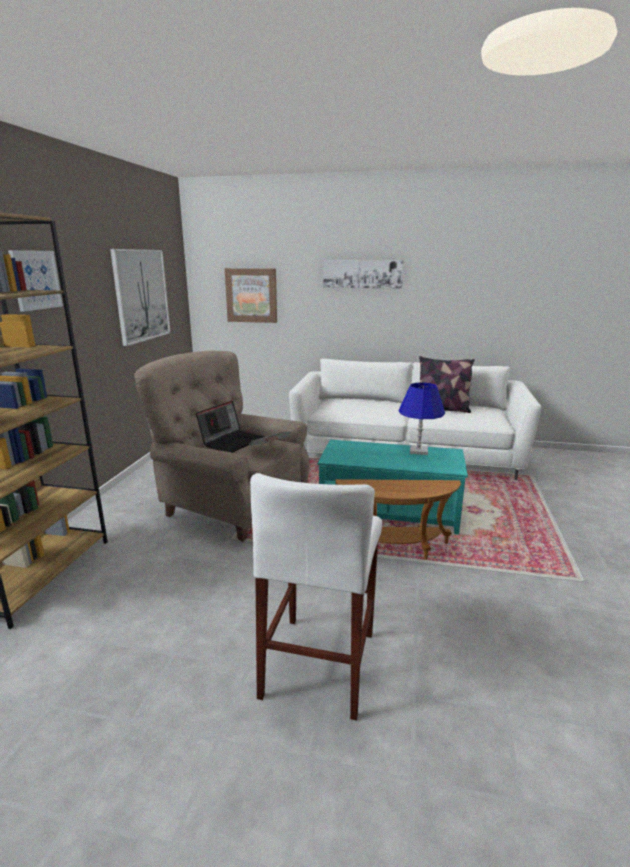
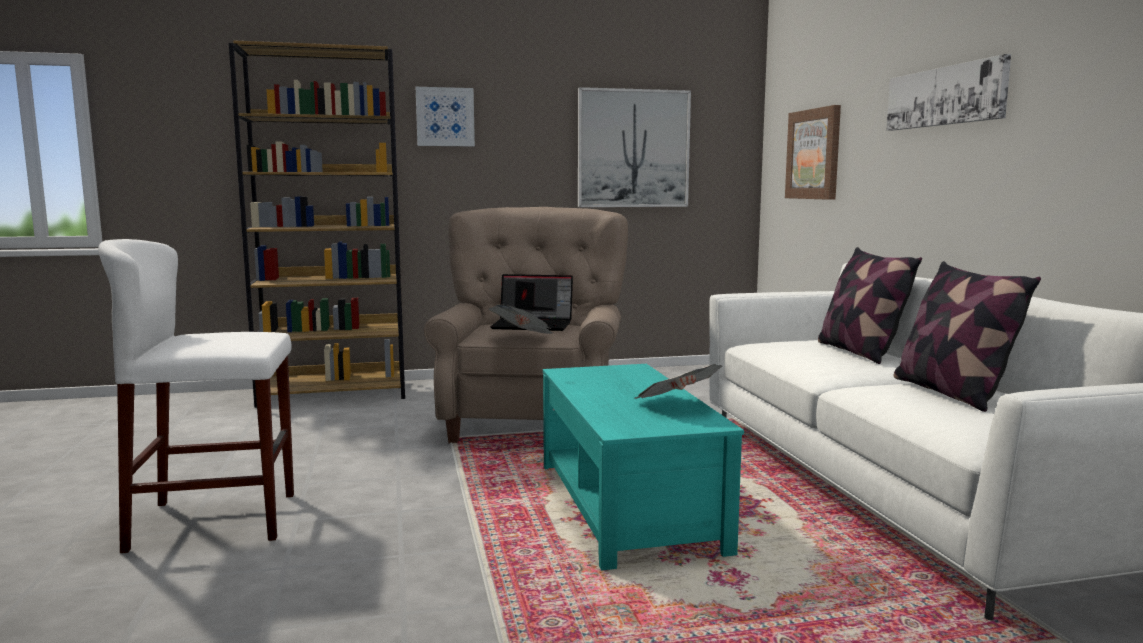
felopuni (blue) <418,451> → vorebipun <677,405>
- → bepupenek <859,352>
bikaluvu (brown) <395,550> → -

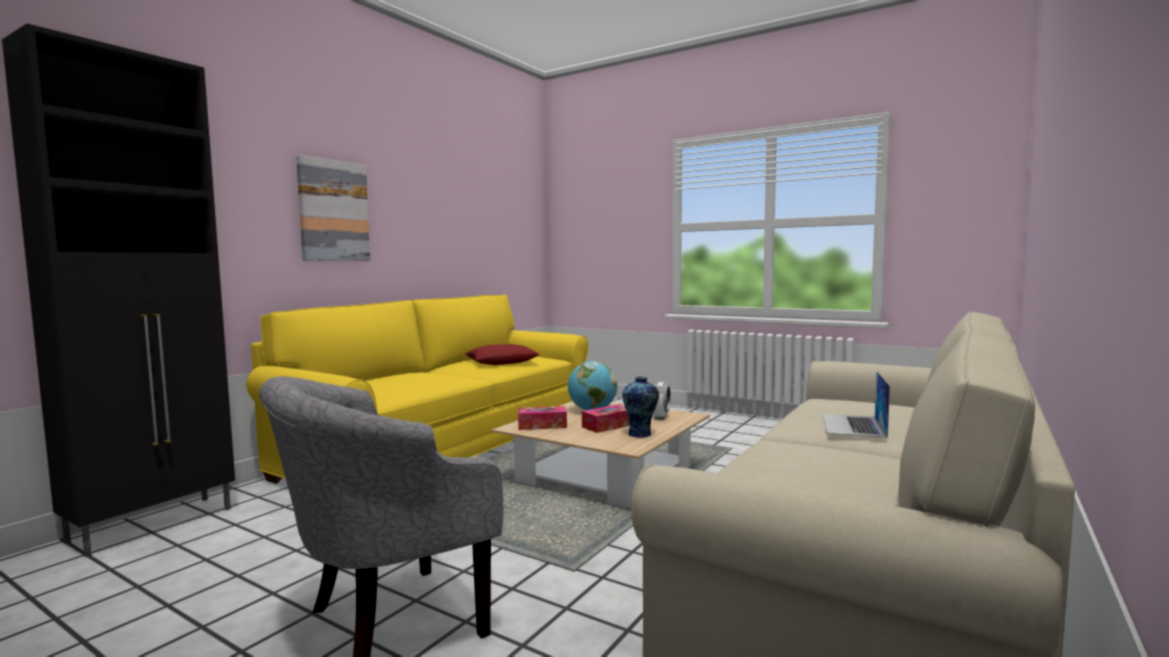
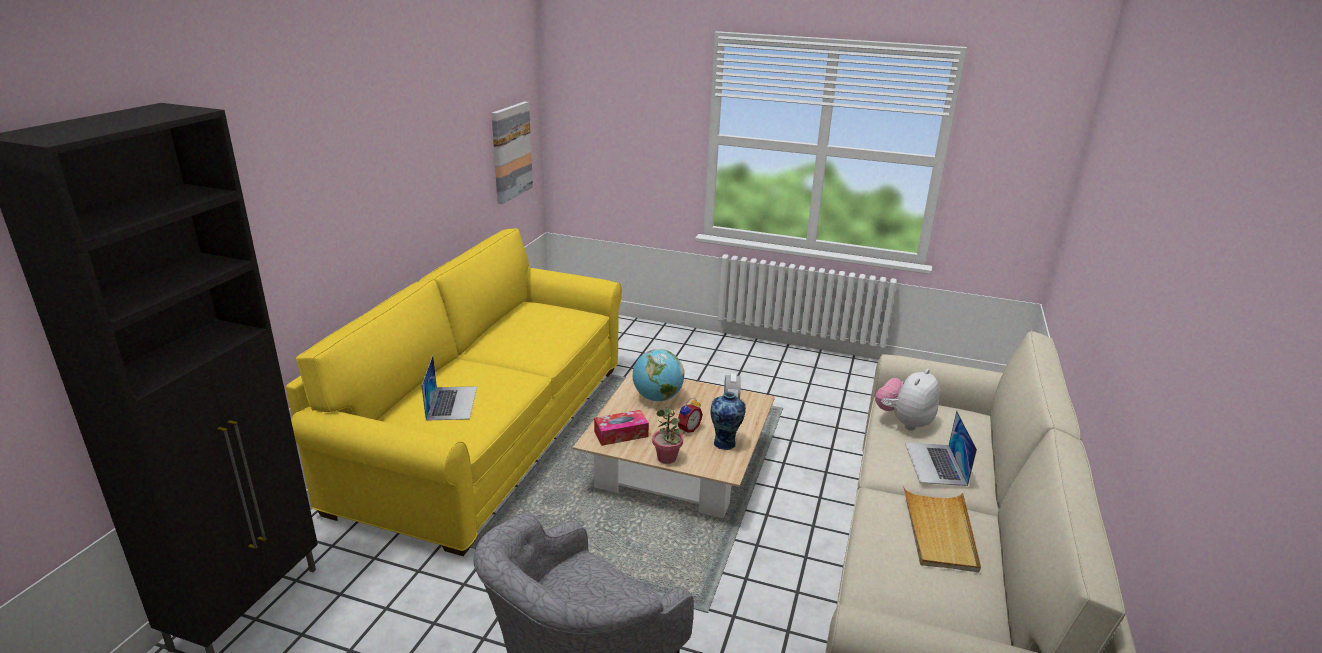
- → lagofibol <452,402>
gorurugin <333,211> → gorurugin <511,151>, moved
- → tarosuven <667,458>
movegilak <608,426> → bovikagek <687,429>
- → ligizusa <904,422>
- → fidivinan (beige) <939,532>
bepupenek (red) <501,362> → -

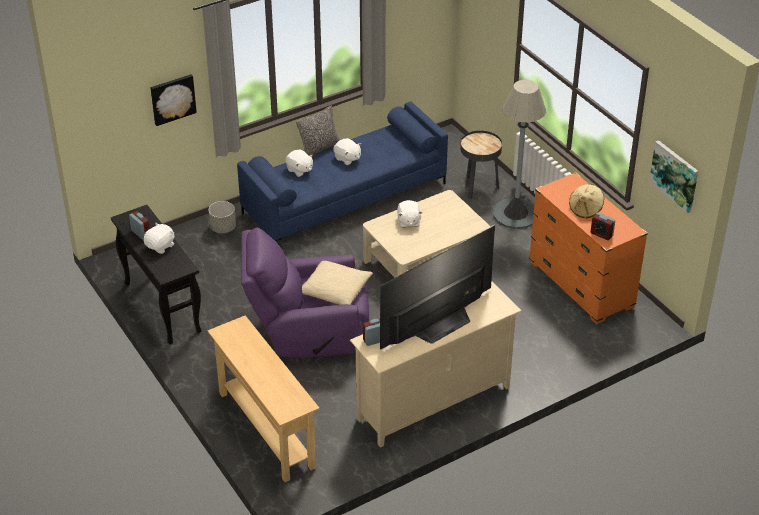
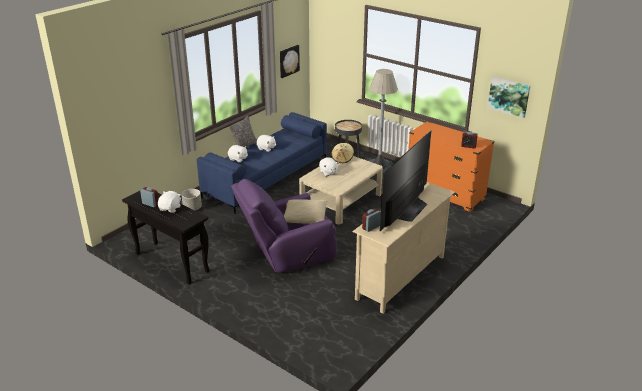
gorurugin <172,99> → gorurugin <288,61>, moved
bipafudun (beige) <585,209> → bipafudun (beige) <342,159>, moved
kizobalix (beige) <266,430> → -

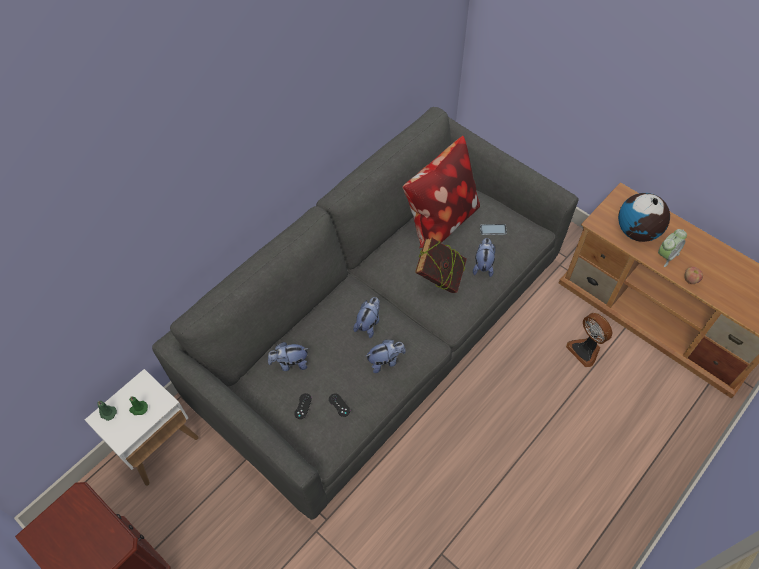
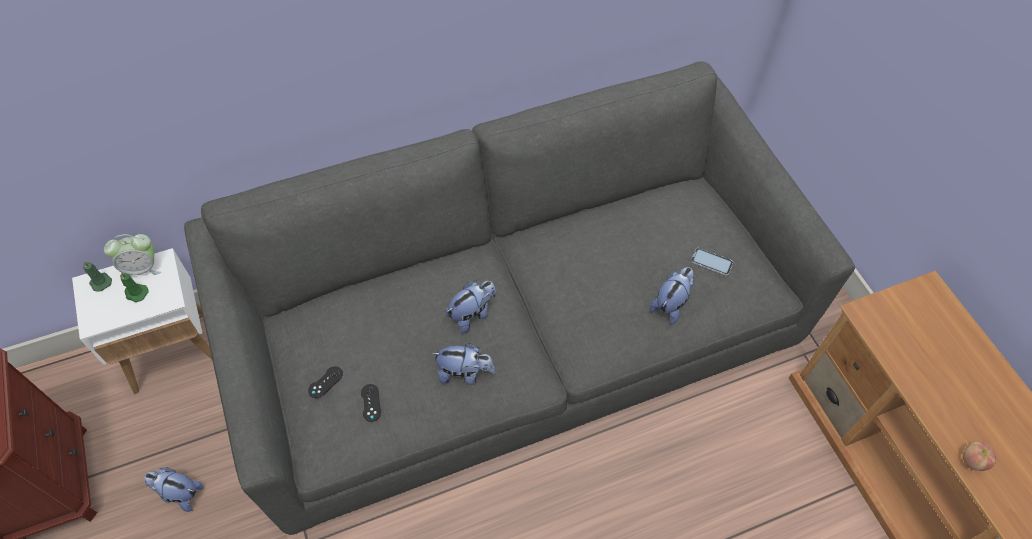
bovikagek <666,256> → bovikagek <142,268>, moved
ligizusa <290,363> → ligizusa <179,494>, moved
bepupenek <440,219> → -
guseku <439,279> → -
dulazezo <585,350> → -
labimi <637,232> → -

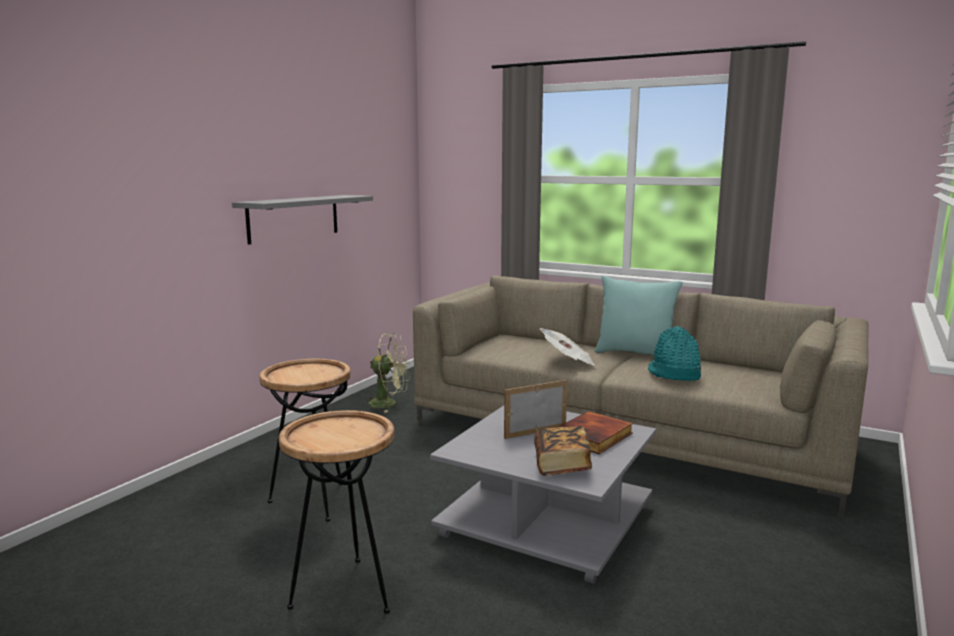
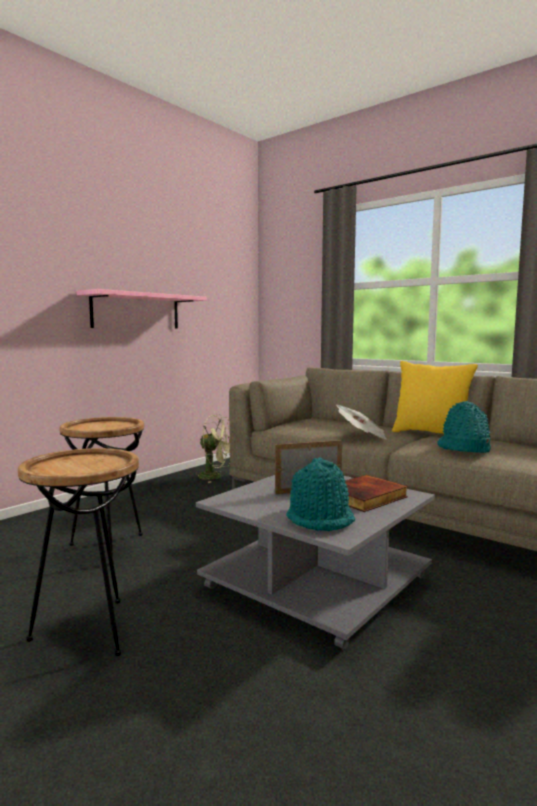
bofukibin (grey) <294,218> → bofukibin (pink) <136,311>
guseku <562,465> → bipafudun (turquoise) <320,518>
bepupenek (turquoise) <635,353> → bepupenek (yellow) <431,434>

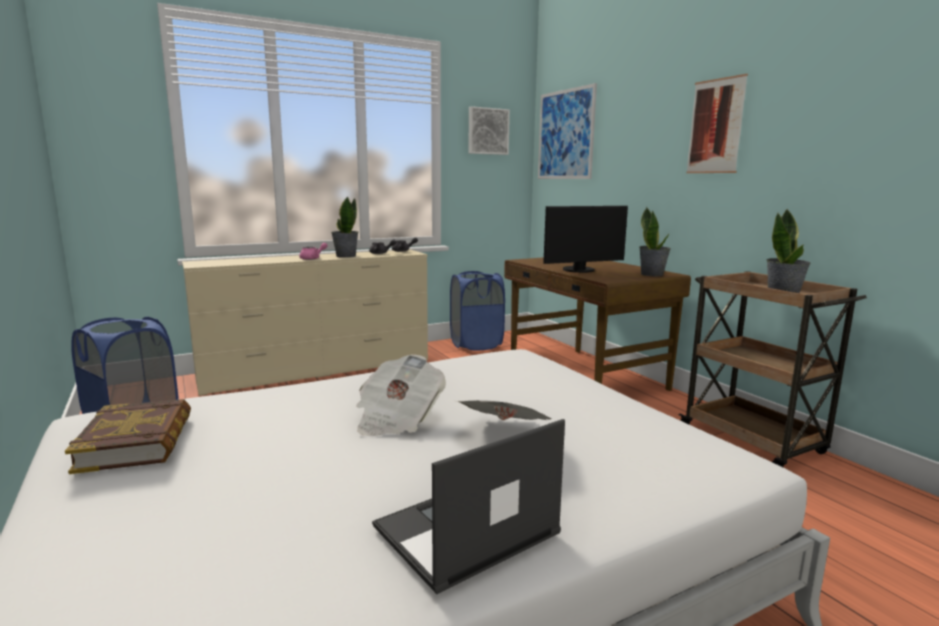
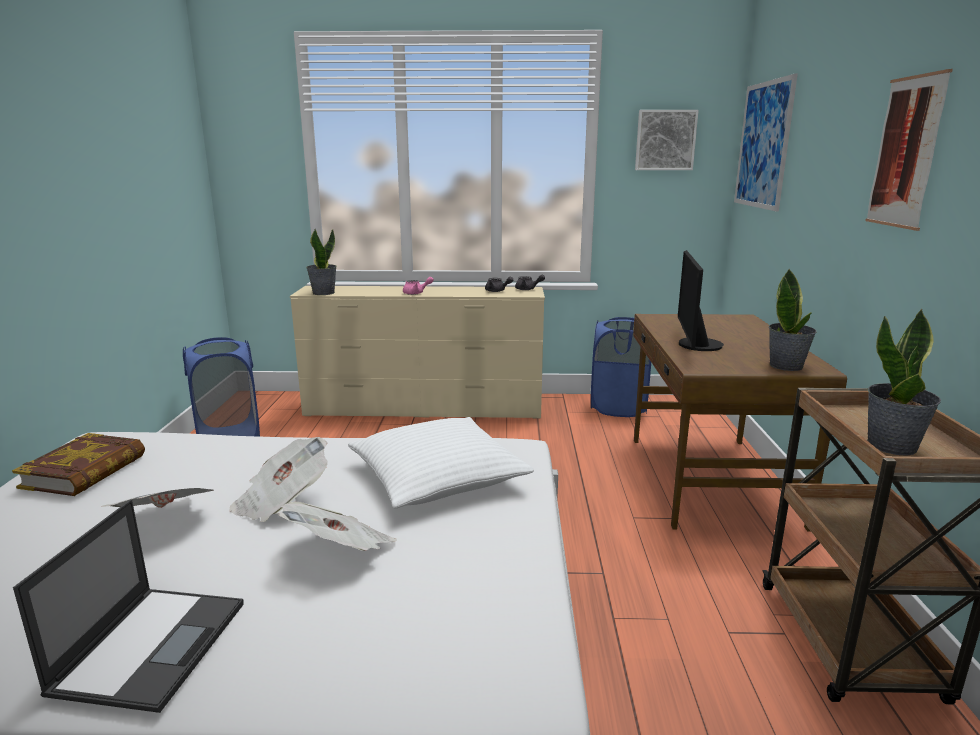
lagofibol <464,531> → lagofibol <152,644>, 105 degrees clockwise
- → vorebipun <166,521>
tarosuven <345,256> → tarosuven <323,293>, moved
- → bepupenek (white) <437,477>
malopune <580,270> → malopune <695,345>, 90 degrees clockwise

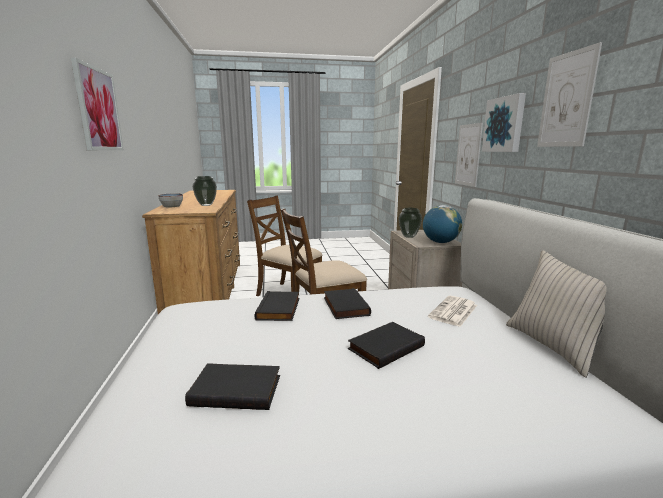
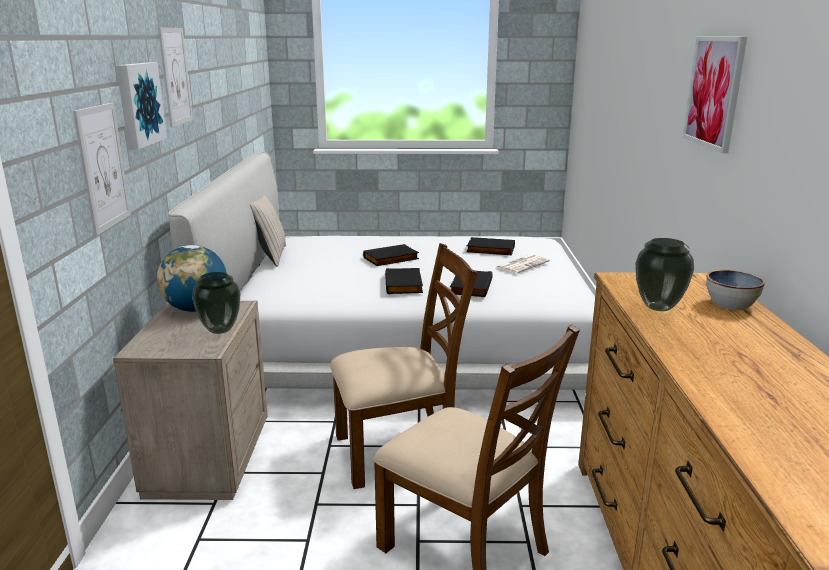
vorebipun <453,312> → vorebipun <522,265>, moved

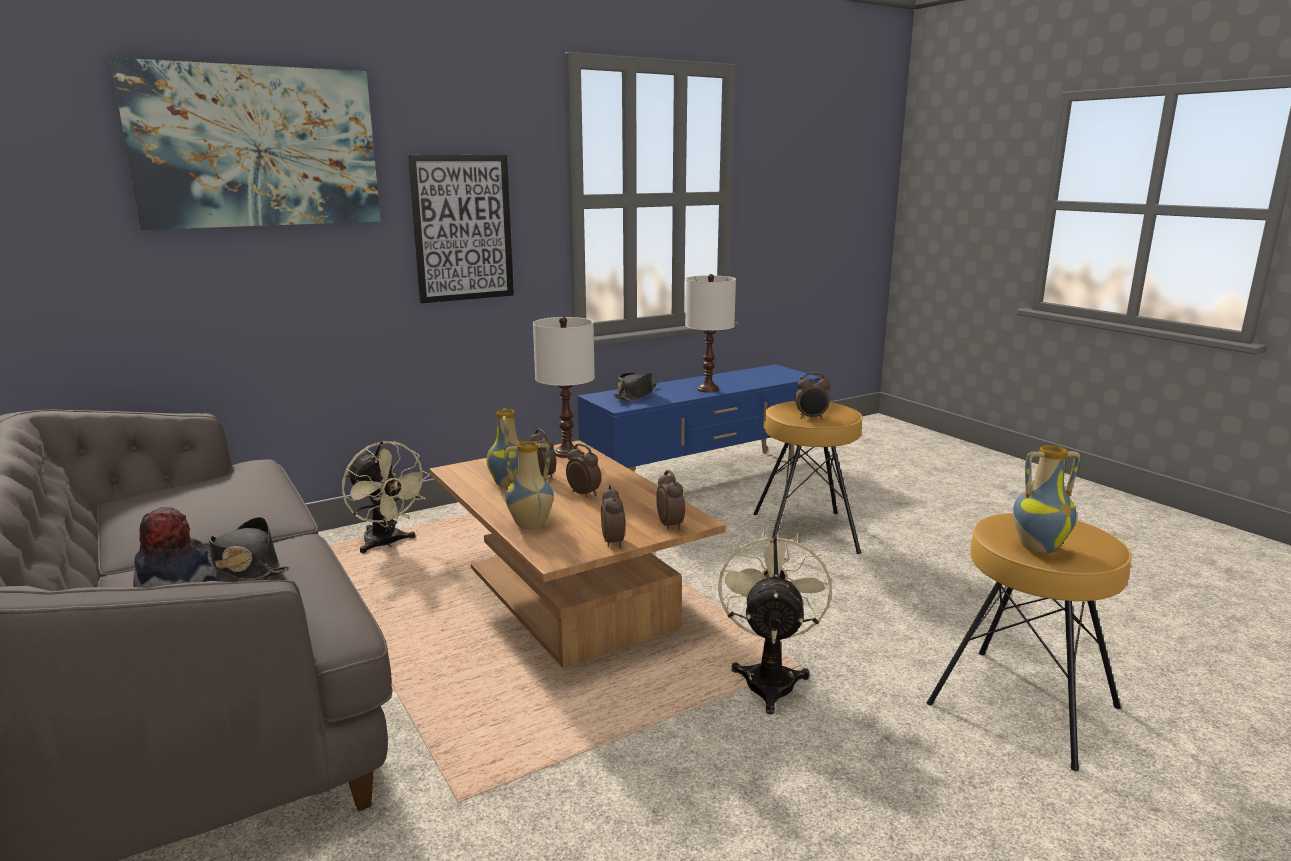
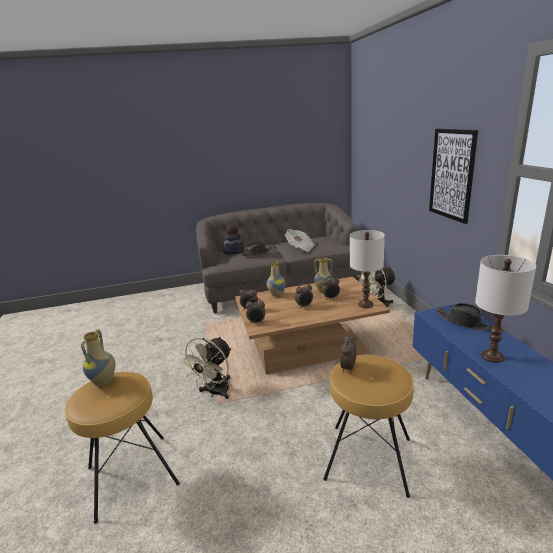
dulazezo (beige) <770,677> → dulazezo (beige) <215,393>, 90 degrees clockwise
- → vorebipun <300,247>
gorurugin <256,147> → -

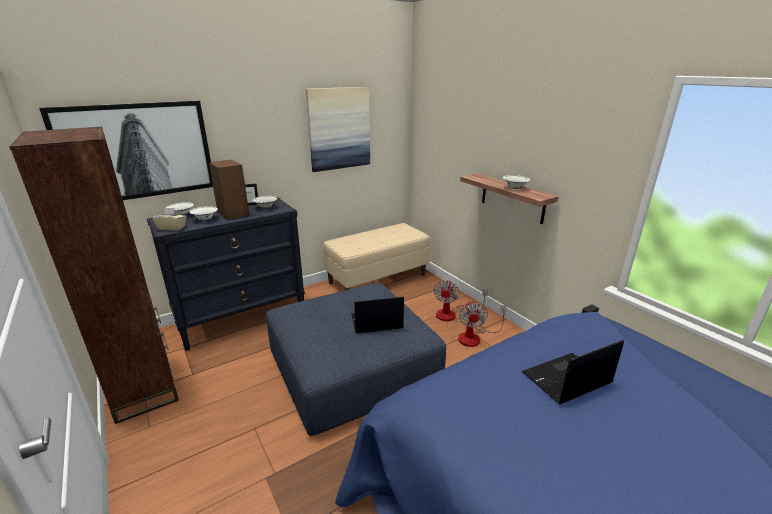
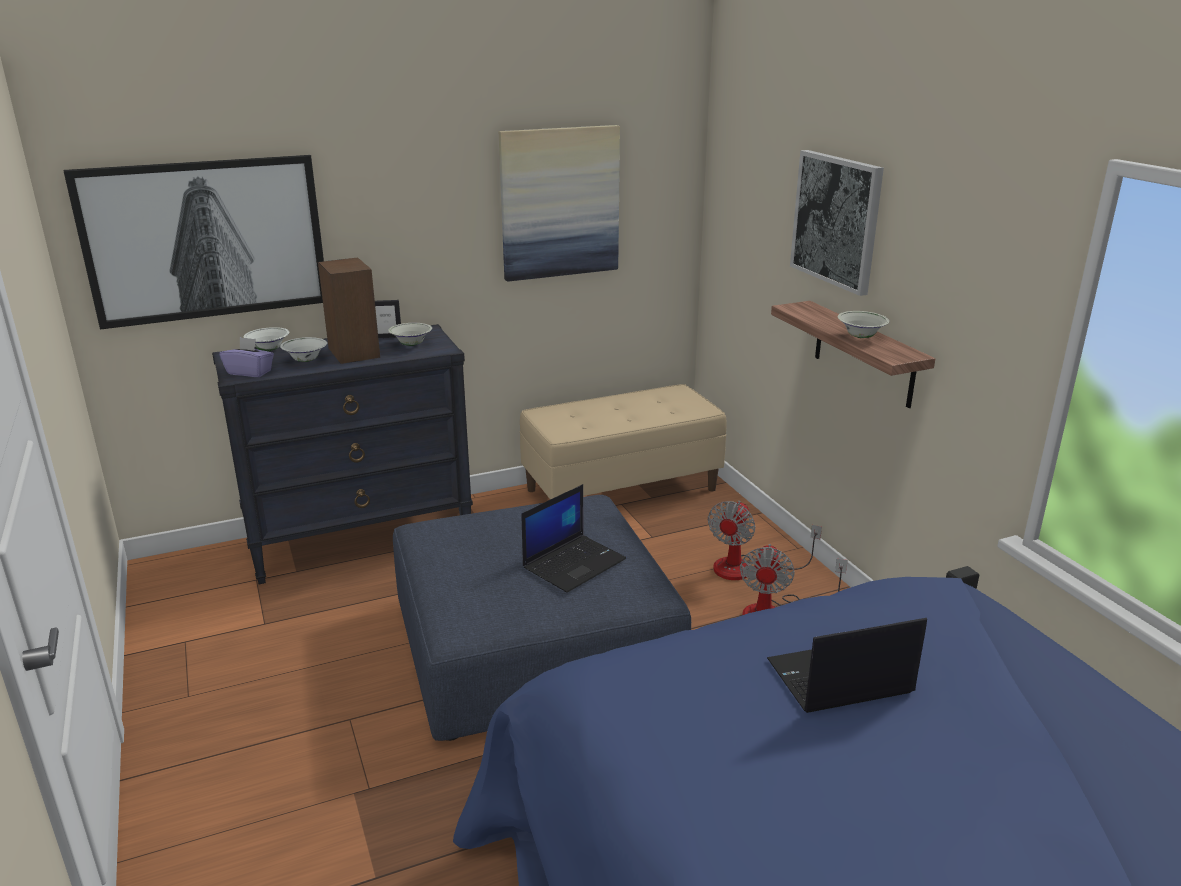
movegilak (beige) <172,228> → movegilak (purple) <250,372>
lagofibol <376,322> → lagofibol <574,563>, 135 degrees clockwise
- → gorurugin <836,220>
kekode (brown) <144,387> → -

